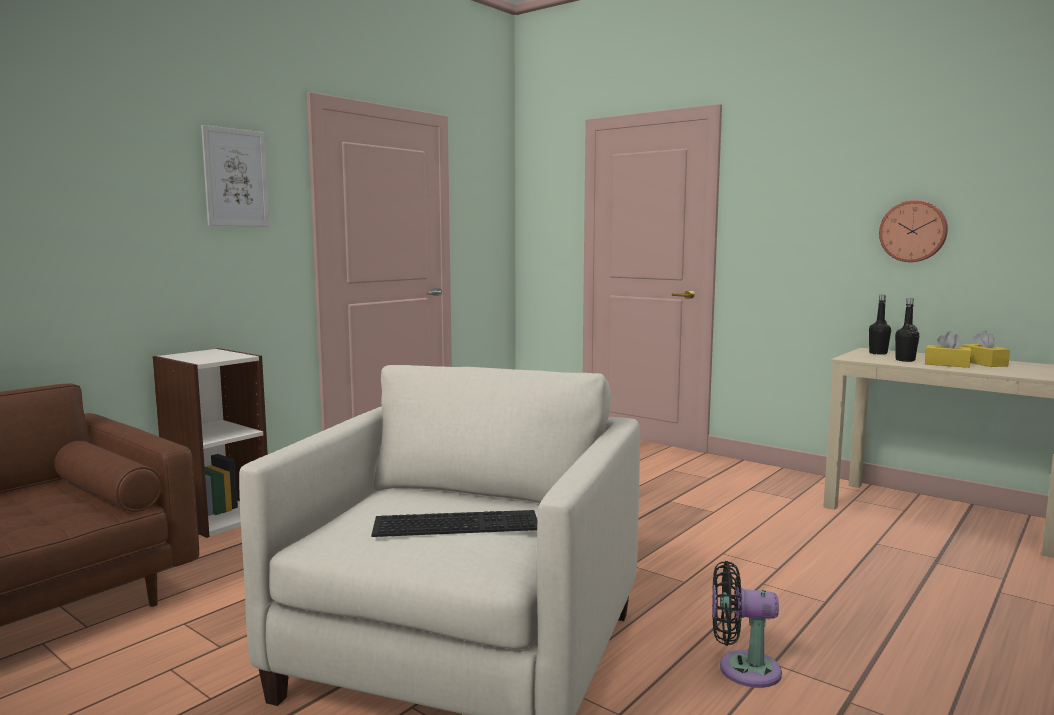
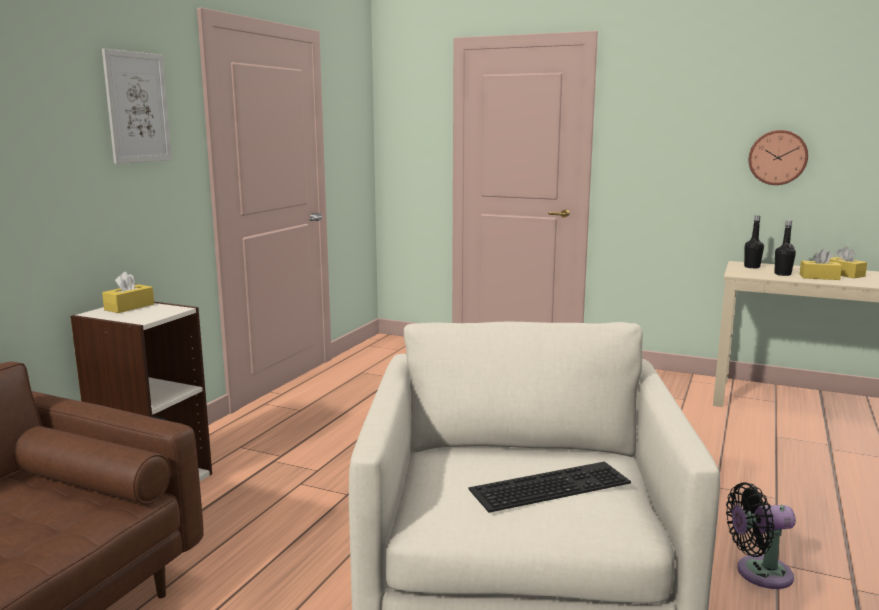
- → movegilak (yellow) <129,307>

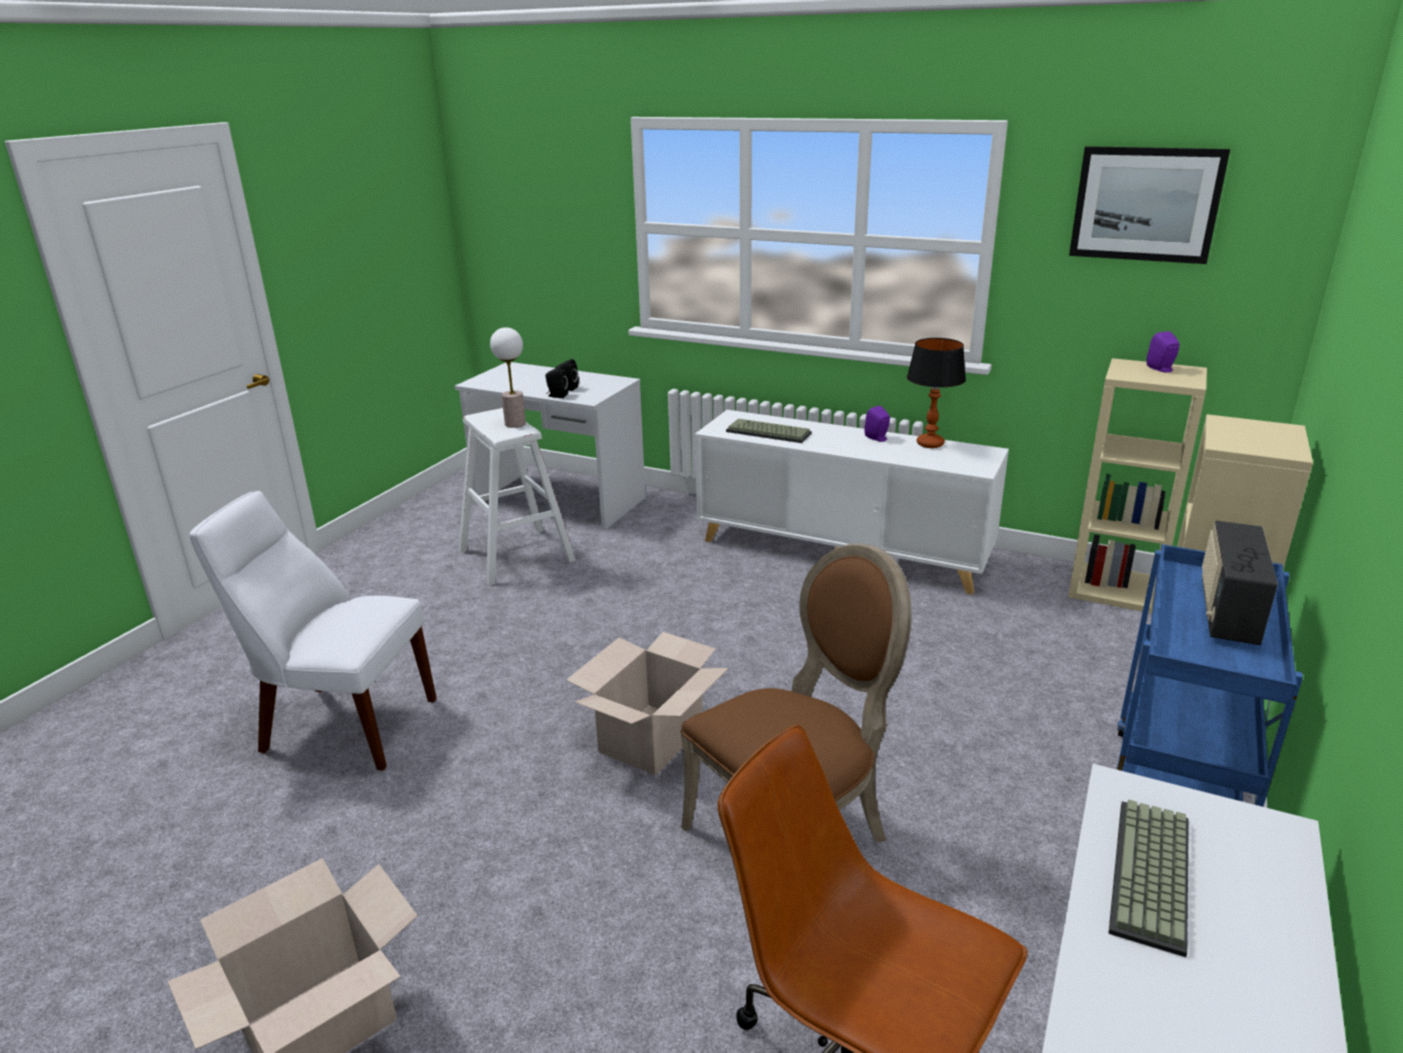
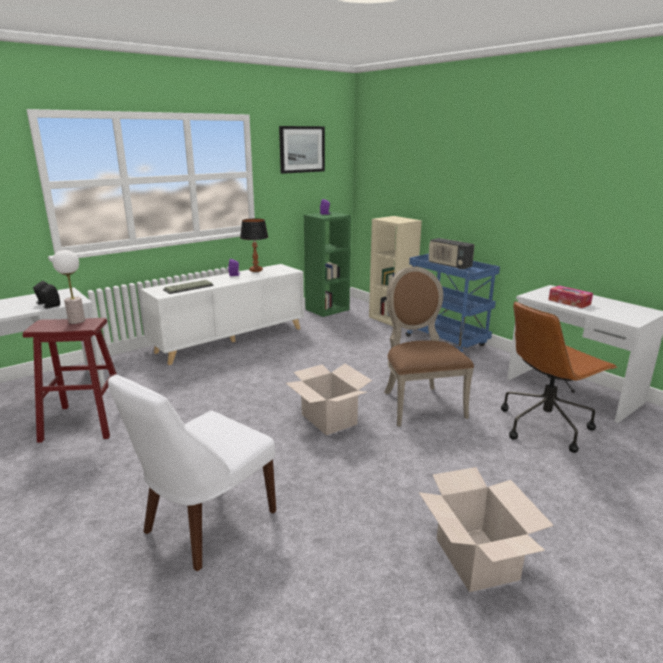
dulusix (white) <516,555> → dulusix (red) <84,422>
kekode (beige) <1116,589> → kekode (green) <327,309>
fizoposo <1154,876> → movegilak <569,302>

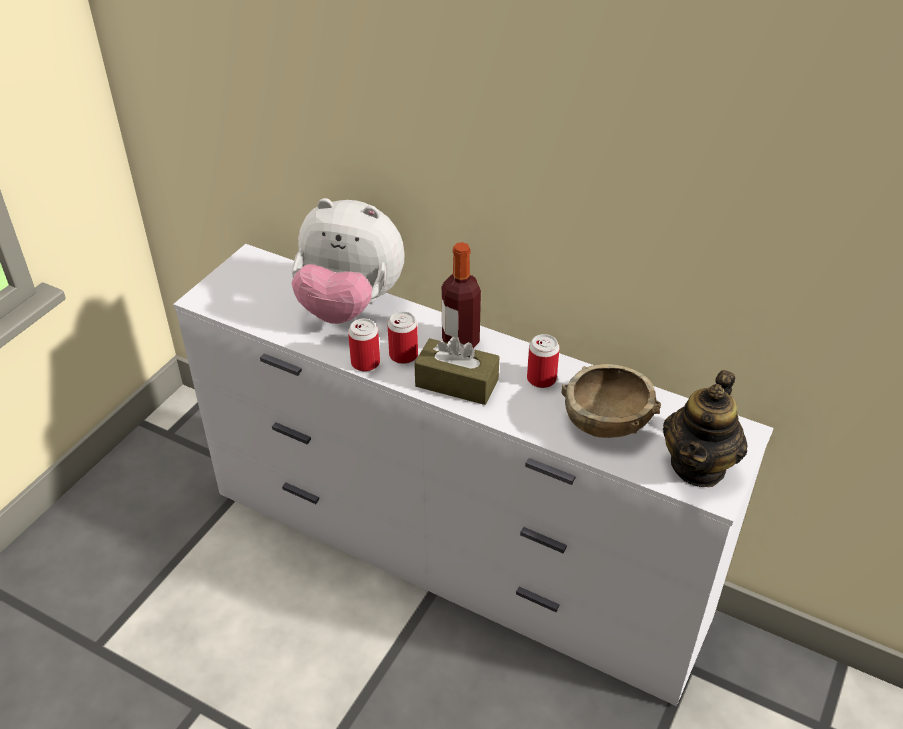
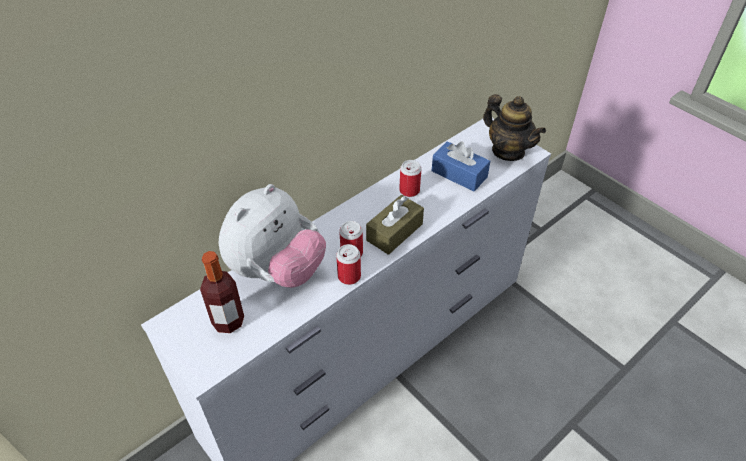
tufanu <460,342> → tufanu <228,321>, moved
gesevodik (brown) <607,421> → movegilak (blue) <459,174>

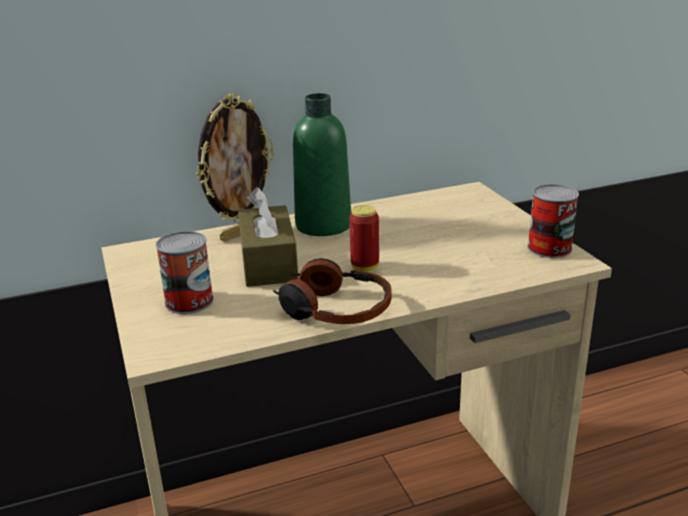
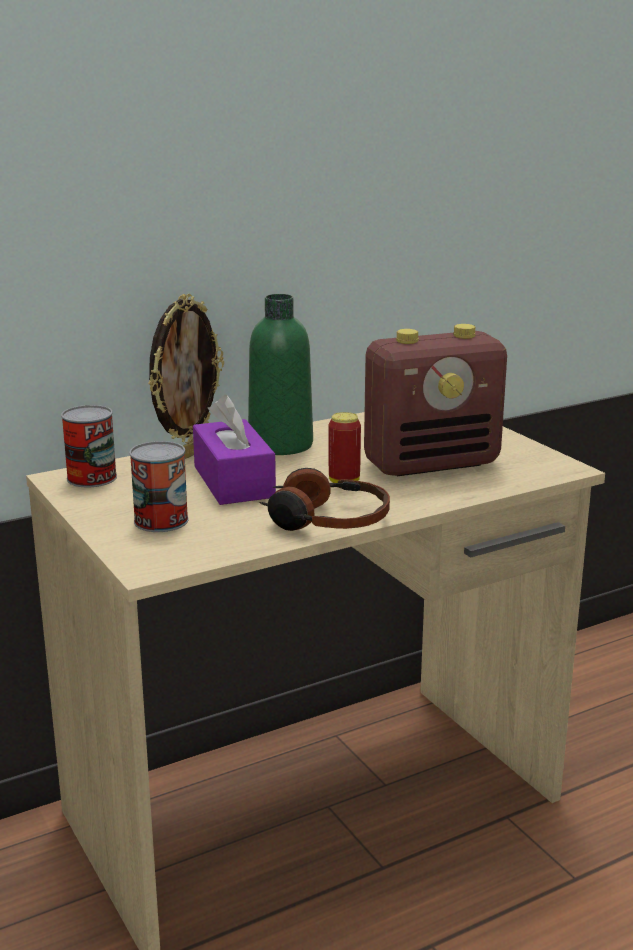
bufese <549,248> → bufese <92,478>, moved
movegilak (brown) <268,262> → movegilak (purple) <233,482>
- → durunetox <432,464>

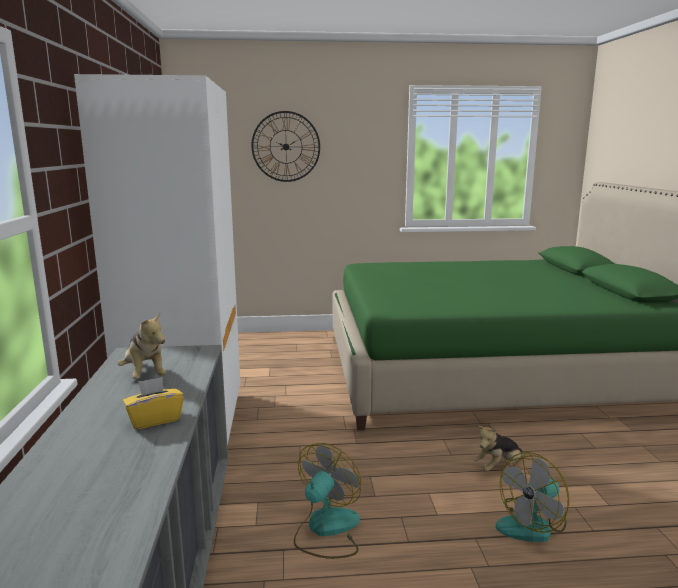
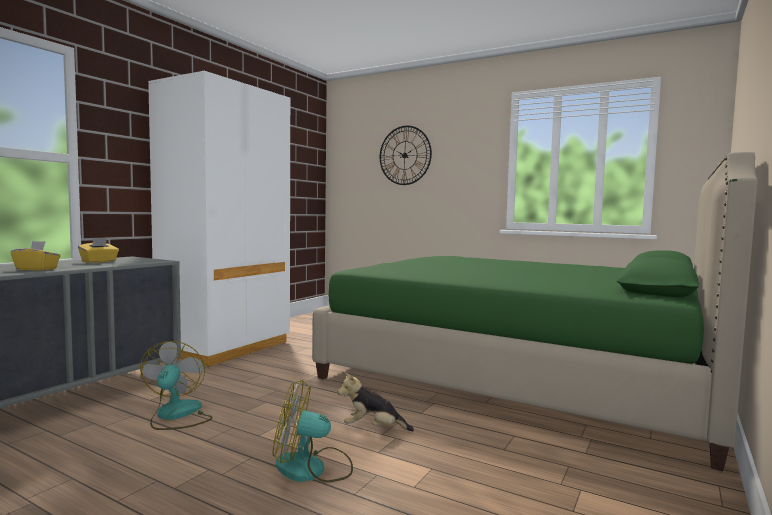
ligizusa <145,375> → movegilak (yellow) <99,262>
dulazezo <326,530> → dulazezo <176,416>, 75 degrees counterclockwise

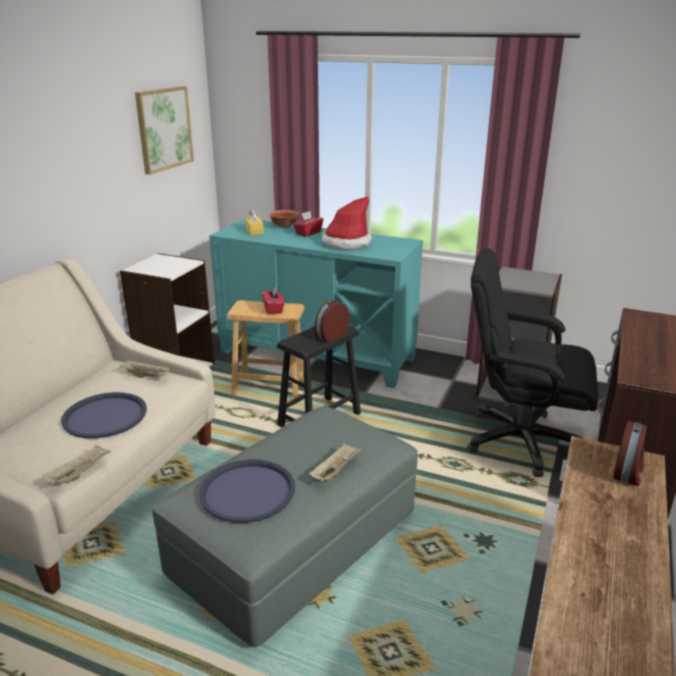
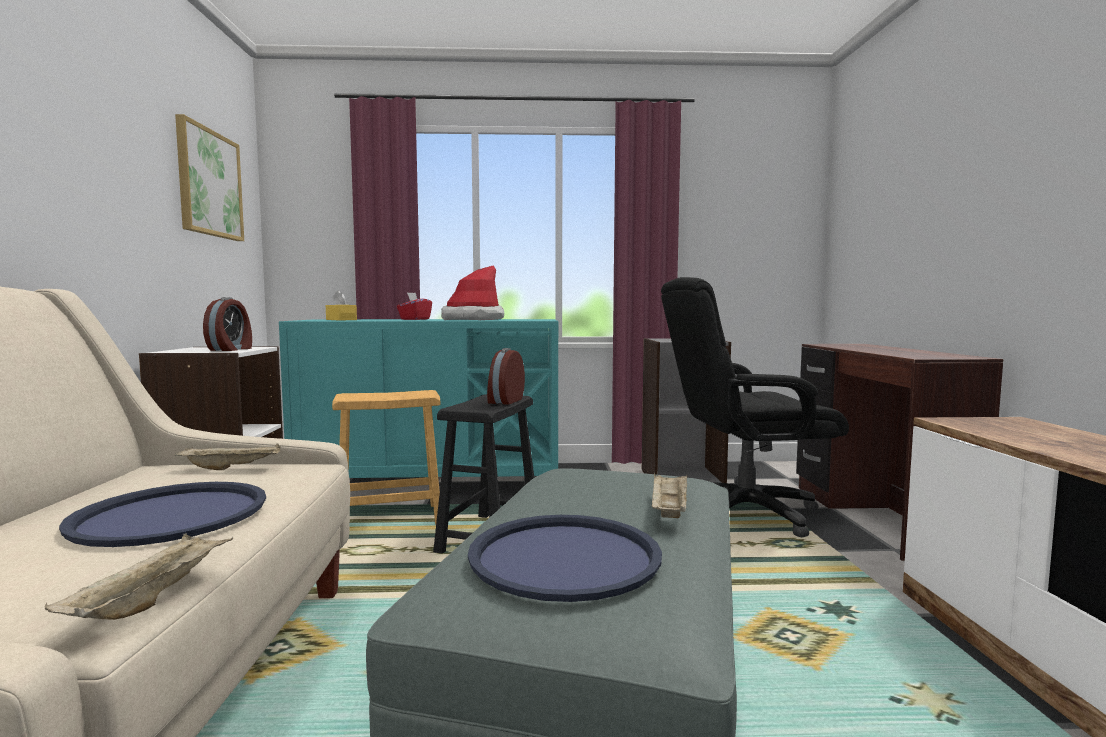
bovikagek <628,472> → bovikagek <231,349>, moved
movegilak (red) <273,309> → -
gesevodik <284,227> → -

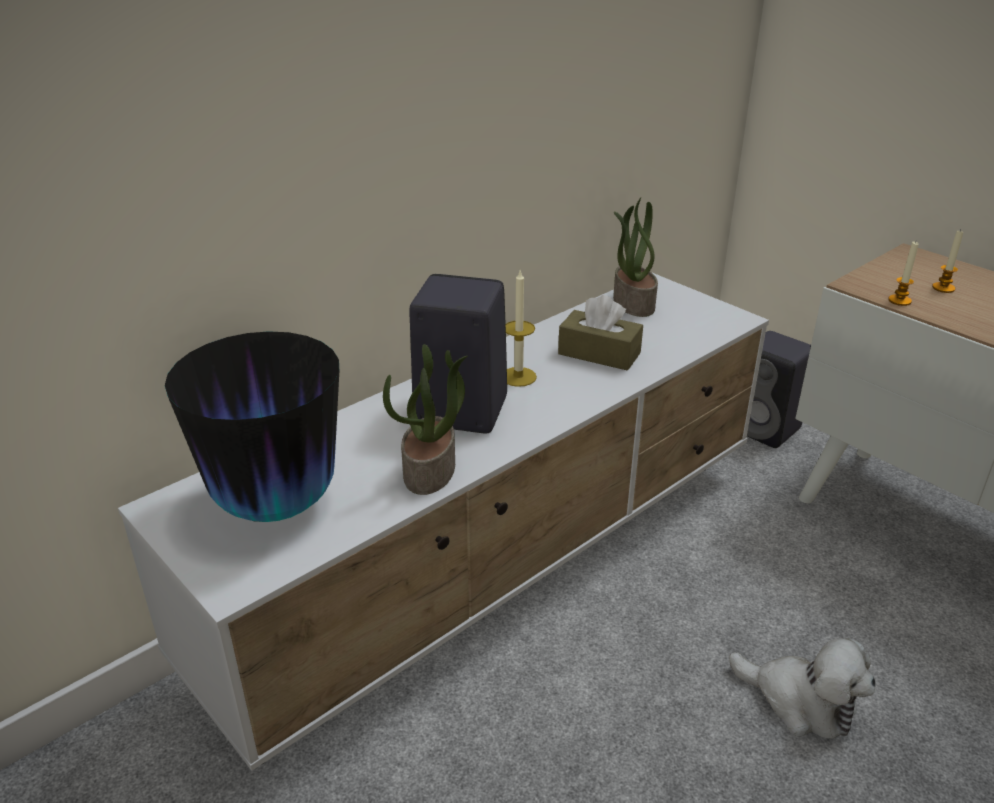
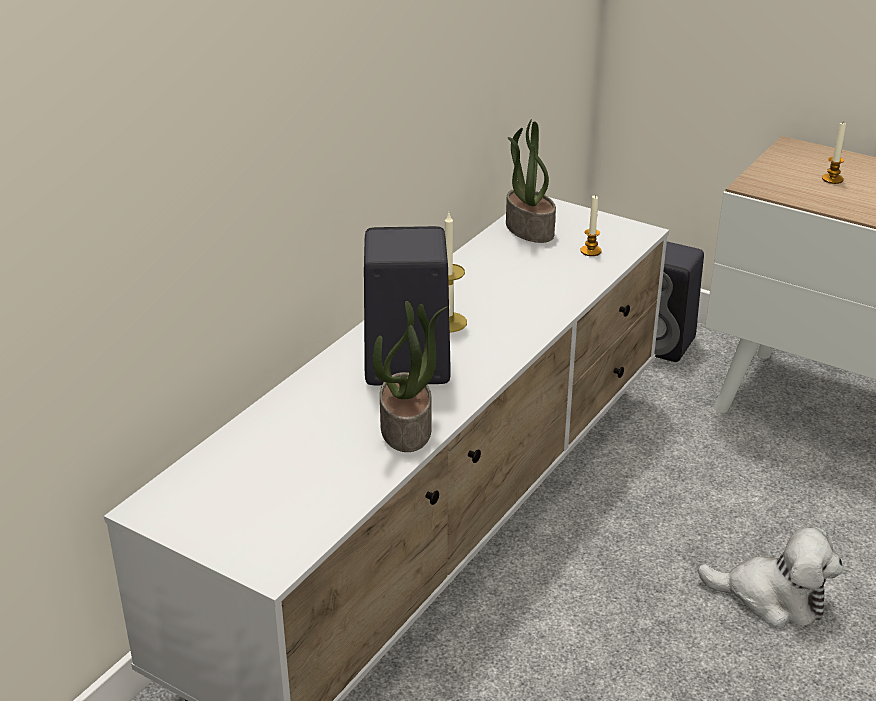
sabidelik <899,301> → sabidelik <590,251>, moved
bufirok <275,505> → -
movegilak (brown) <599,353> → -

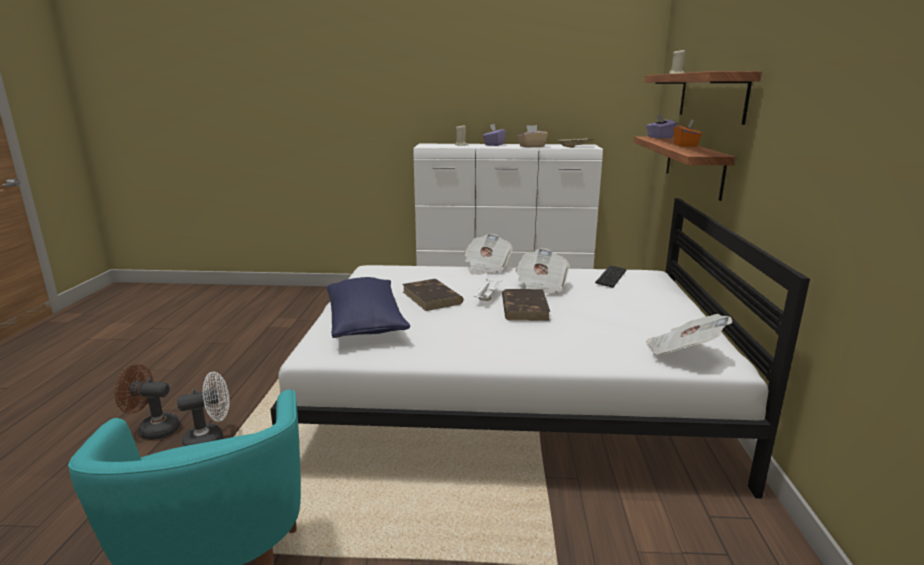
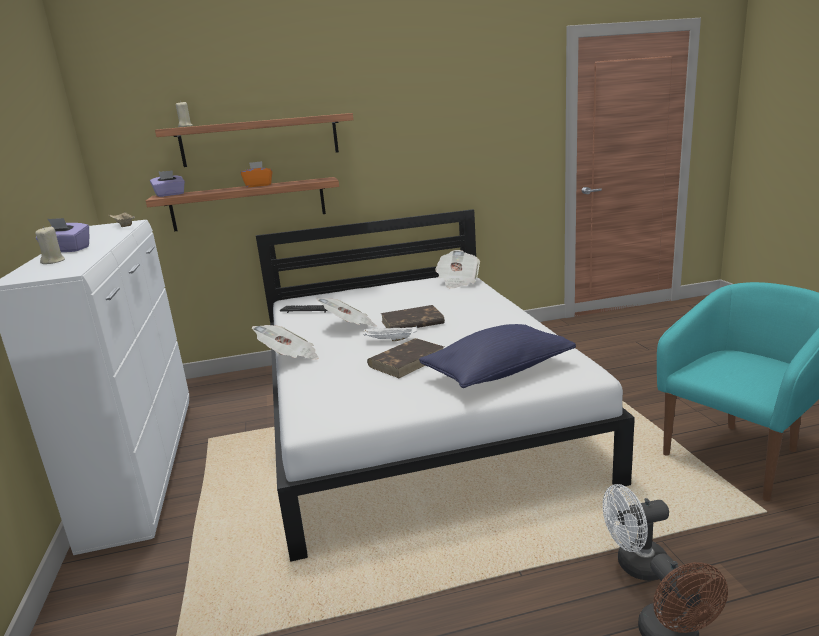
dulazezo (white) <211,440> → dulazezo (white) <635,566>, 60 degrees counterclockwise
movegilak (beige) <531,146> → -

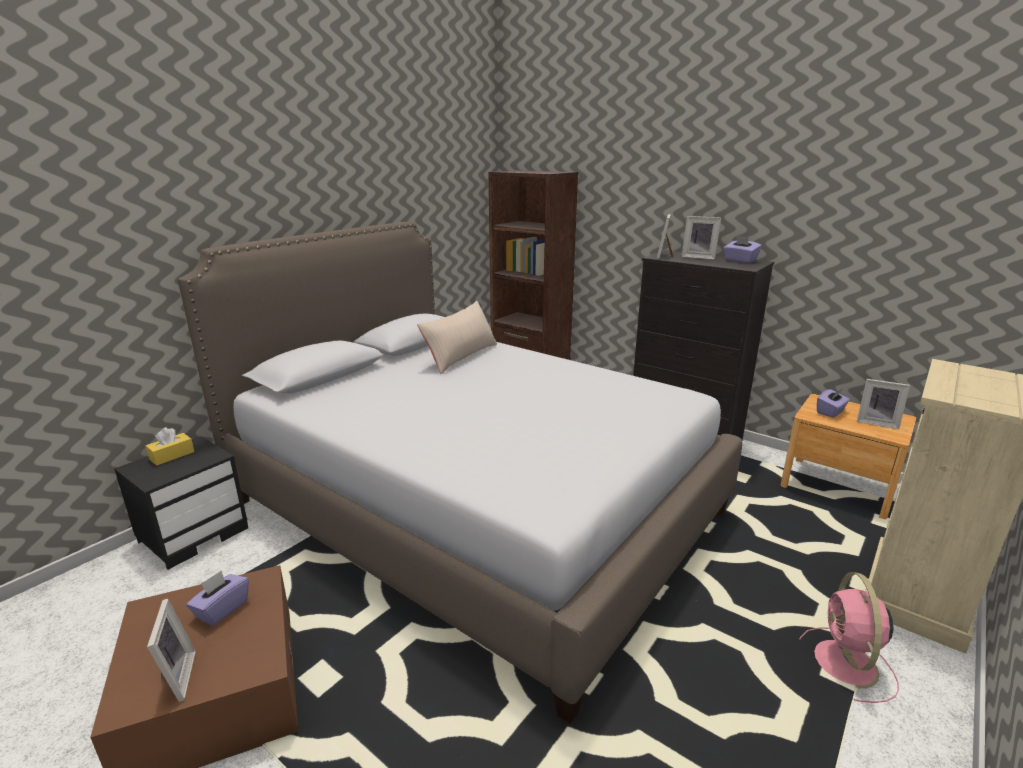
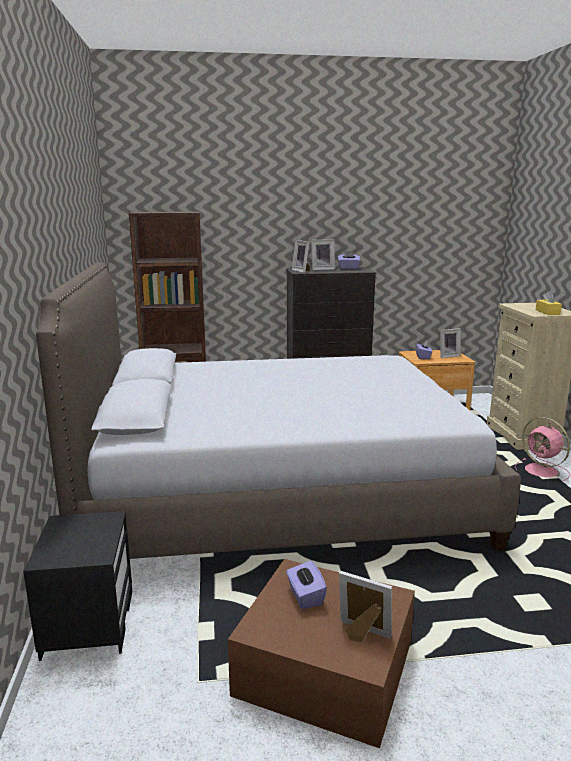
movegilak (yellow) <172,455> → movegilak (yellow) <547,312>, moved
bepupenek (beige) <461,356> → -

